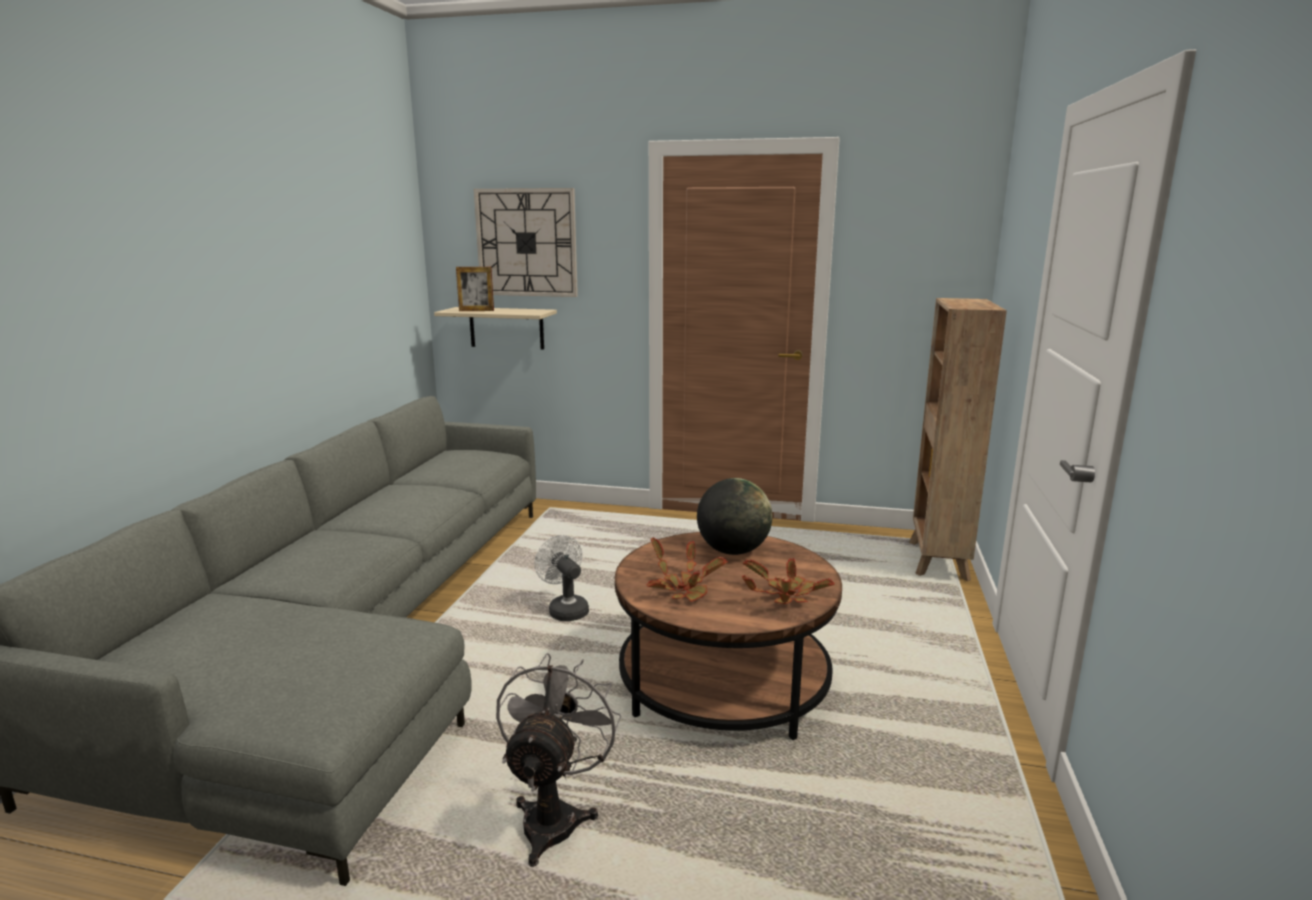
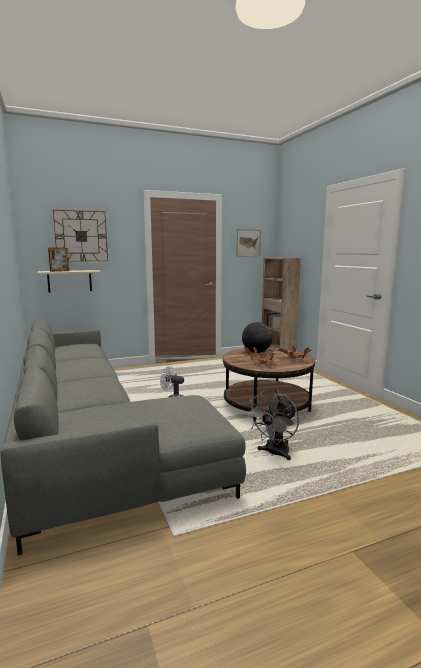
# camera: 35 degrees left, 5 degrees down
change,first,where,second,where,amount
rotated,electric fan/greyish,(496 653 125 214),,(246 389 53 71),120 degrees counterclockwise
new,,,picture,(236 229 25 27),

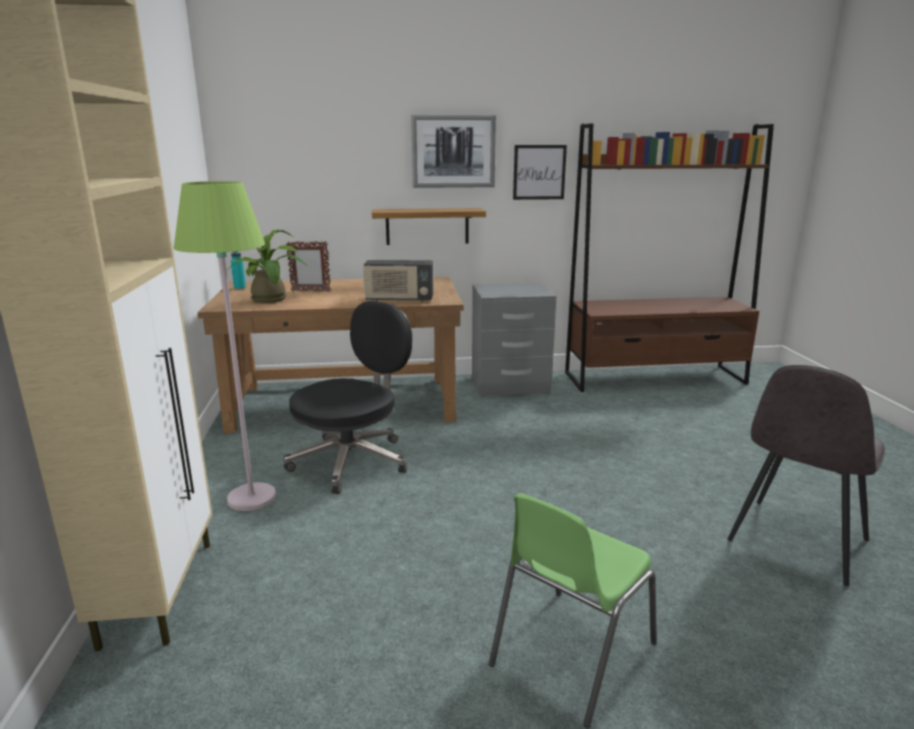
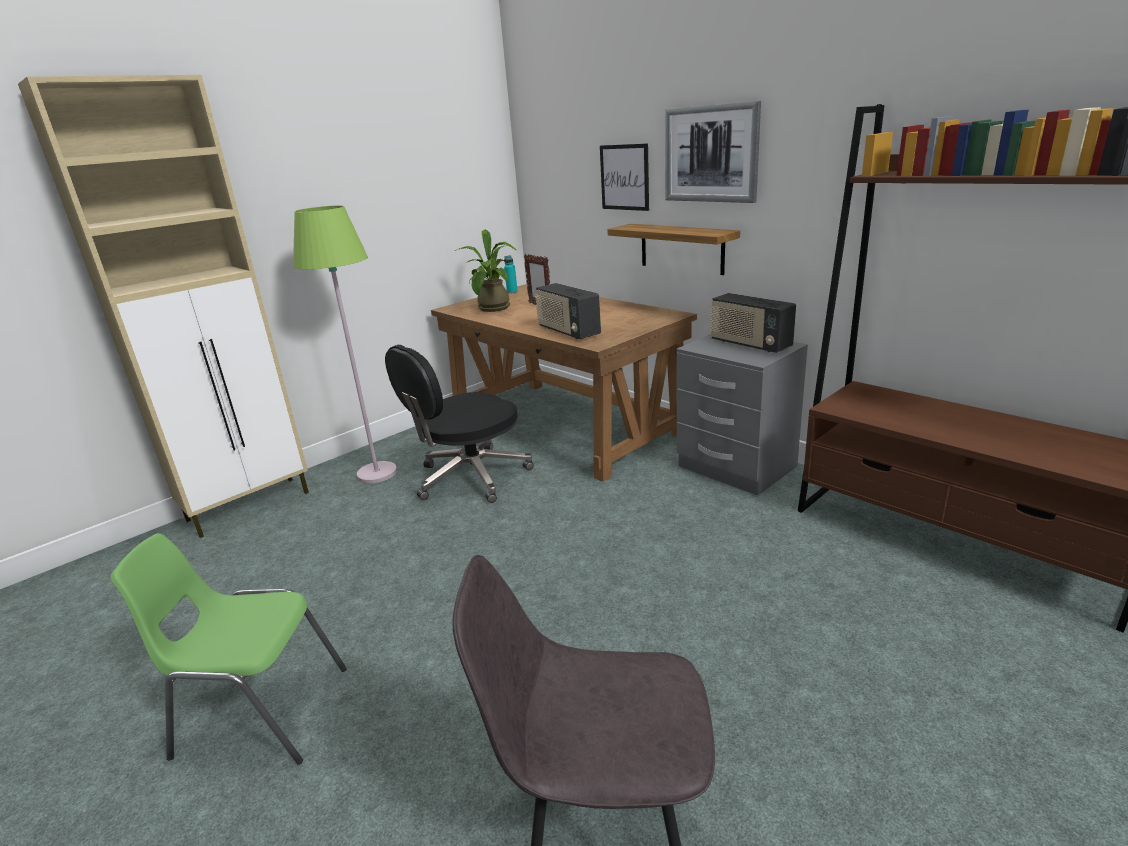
# camera: 55 degrees right, 5 degrees up
change,first,where,second,where,amount
shifted,picture,(513 145 54 55),,(600 144 49 67),
rotated,computer chair/black-coloured,(284 301 128 193),,(385 345 149 158),135 degrees clockwise
new,,,radio,(710 293 86 60),

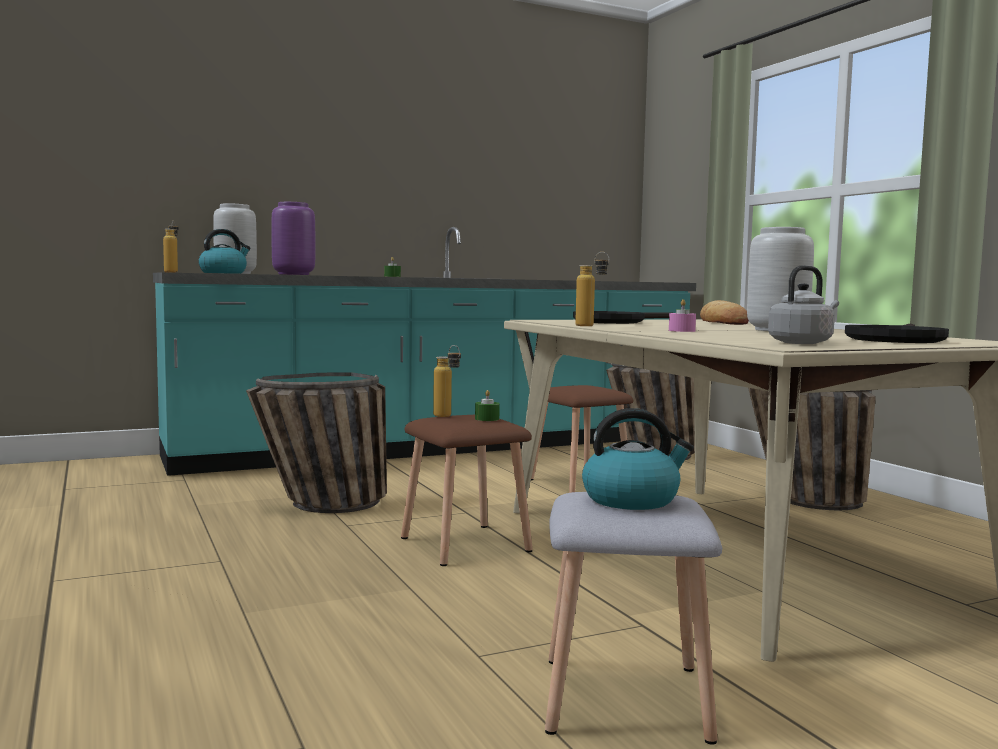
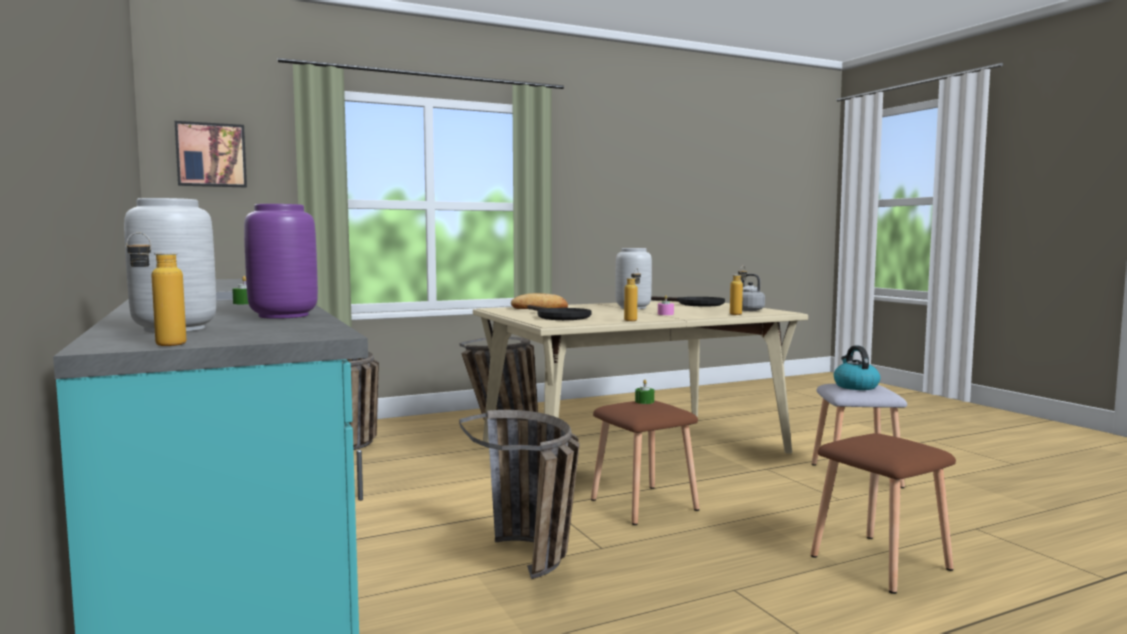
# camera: 90 degrees left, 0 degrees up
change,first,where,second,where,amount
gone,water kettle,(198 229 53 45),,,
shifted,beverage bottle,(433 345 28 72),,(730 266 17 49),
shifted,stool/brownish,(531 385 102 108),,(811 433 145 161),
new,,,picture,(175 121 72 67),

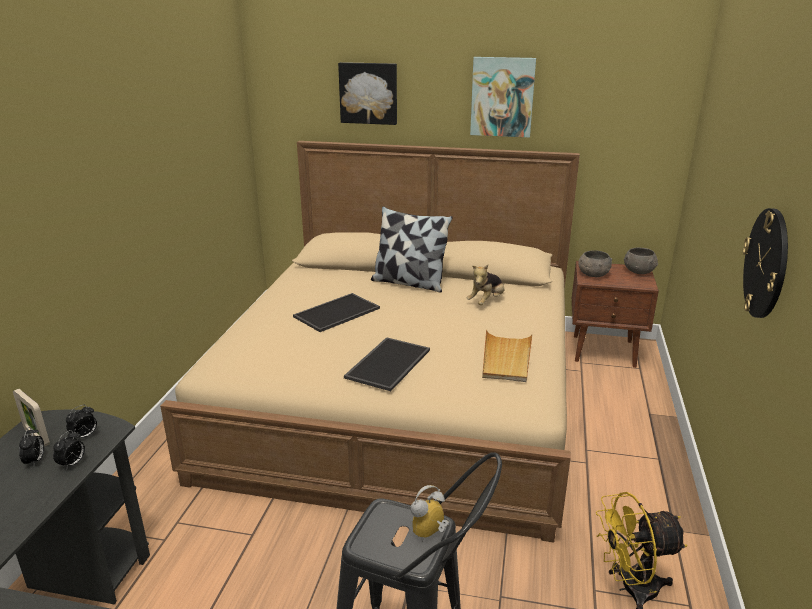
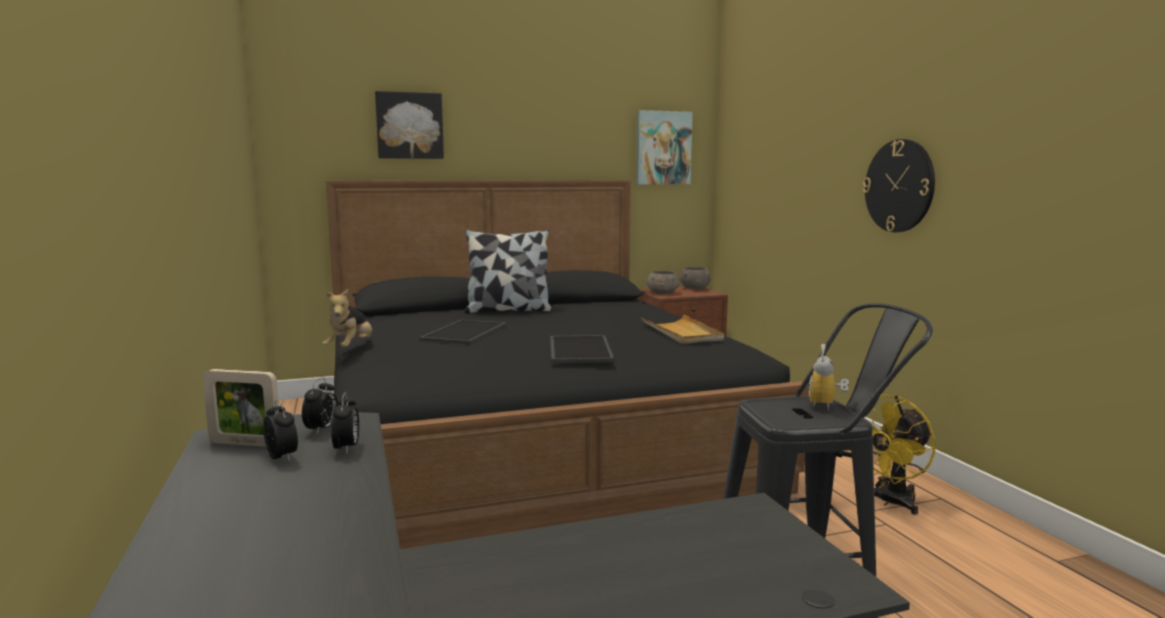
# camera: 30 degrees left, 15 degrees down
change,first,where,second,where,amount
shifted,picture,(470 57 66 81),,(637 110 56 74),
repainted,bedroom bed/beige-coloured,(160 141 420 401),bedroom bed/black-coloured,(326 180 483 369),
shifted,cuddly toy,(466 265 39 40),,(322 289 50 58),

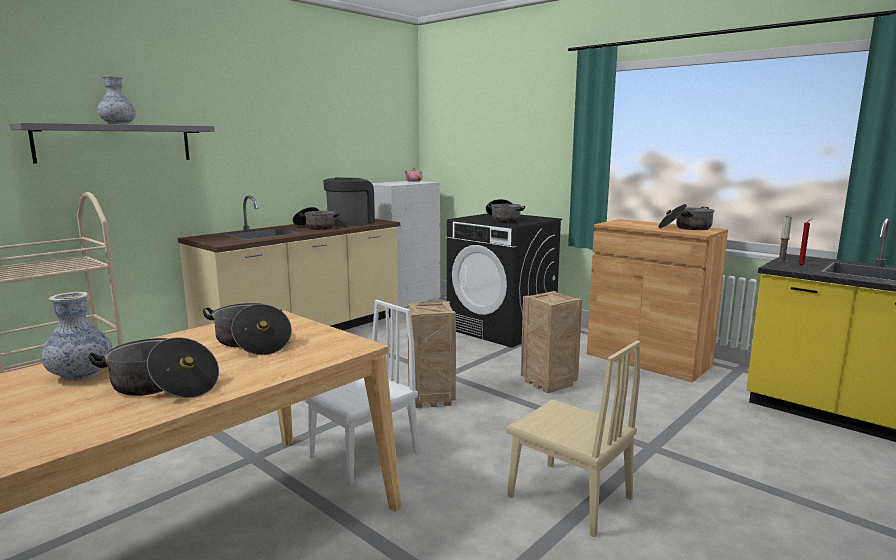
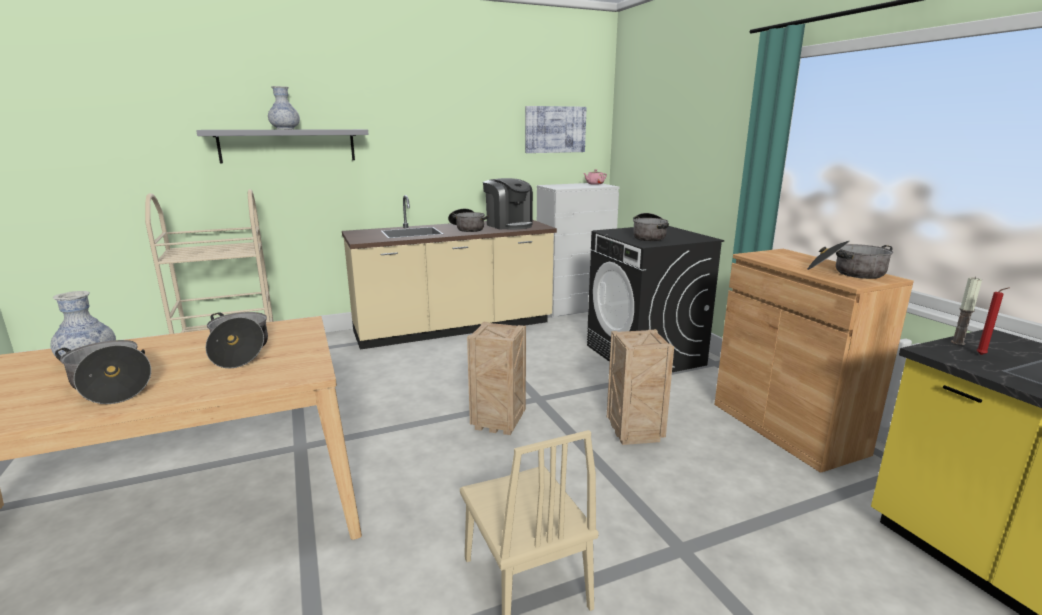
# camera: 25 degrees right, 5 degrees up
change,first,where,second,where,amount
rotated,coffee machine,(323 177 52 49),,(483 178 50 52),90 degrees clockwise
gone,upright chair/white,(303 300 116 186),,,
new,,,picture,(525 106 61 47),

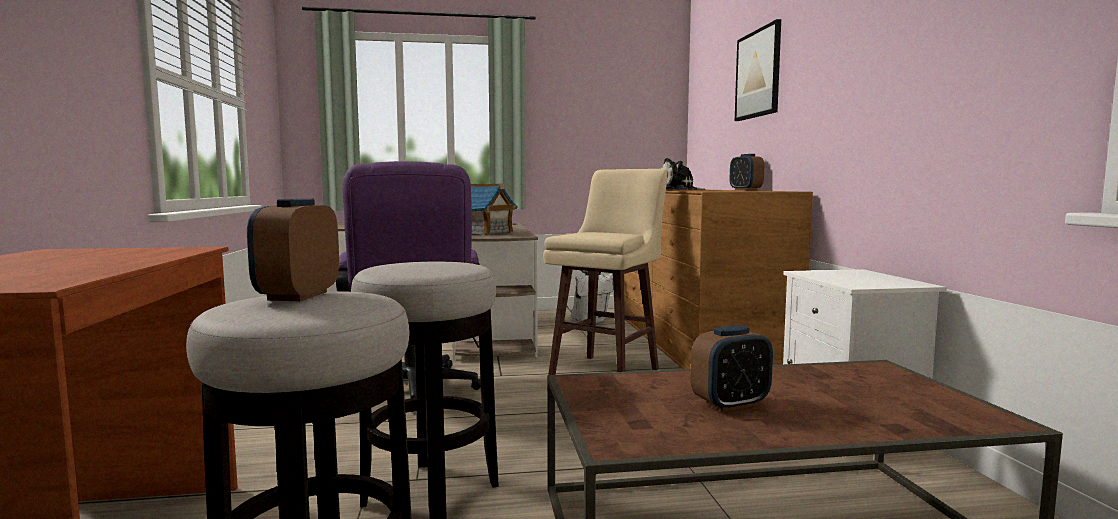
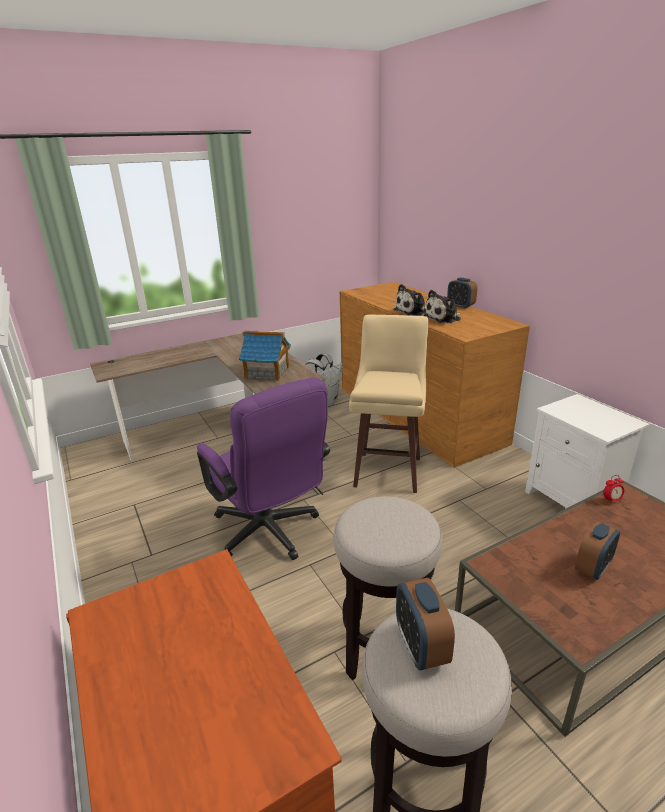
# camera: 20 degrees left, 20 degrees up
change,first,where,second,where,amount
gone,picture,(735 19 46 102),,,
new,,,cuddly toy,(423 290 38 33),
new,,,alarm clock,(604 475 20 28),

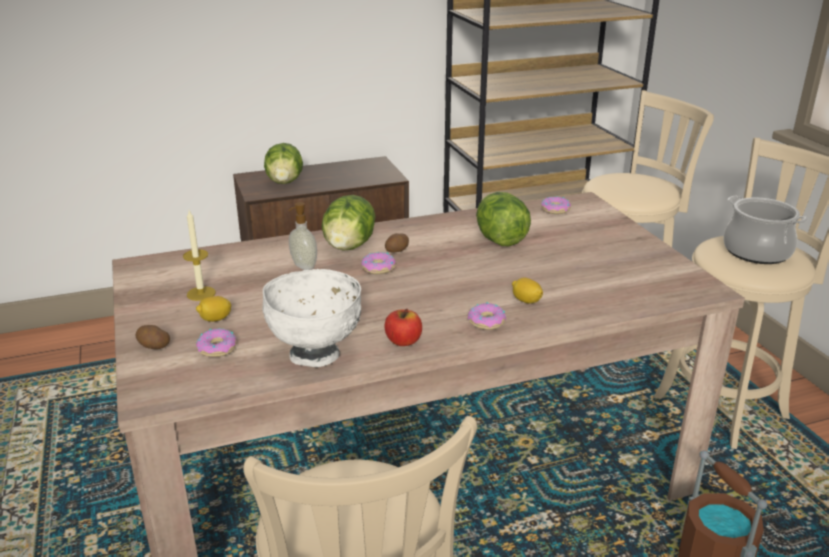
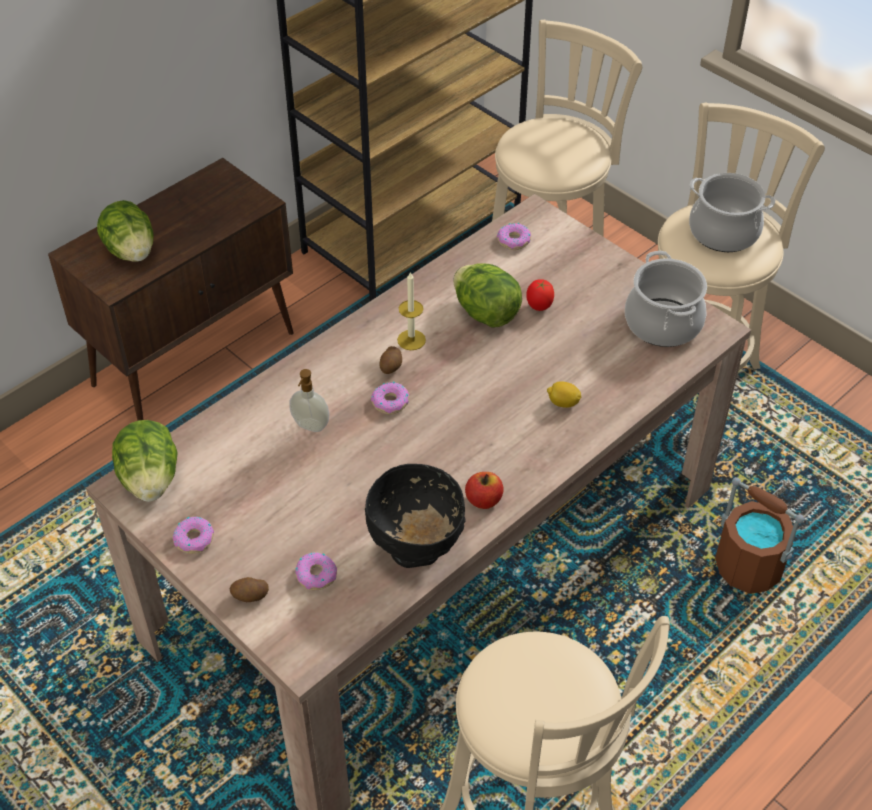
# camera: 25 degrees left, 20 degrees up
change,first,where,second,where,amount
shifted,lettuce,(322 195 54 56),,(112 420 66 82),
shifted,wax light,(183 210 33 91),,(397 272 29 78),
repainted,bowl/white,(262 269 99 98),bowl/black-coloured,(365 464 101 104),
gone,citrus fruit,(196 296 36 26),,,
shifted,doughnut,(468 302 38 28),,(173 517 41 37),
new,,,saucepot,(625 251 82 96),
new,,,tomato,(526 279 28 32),

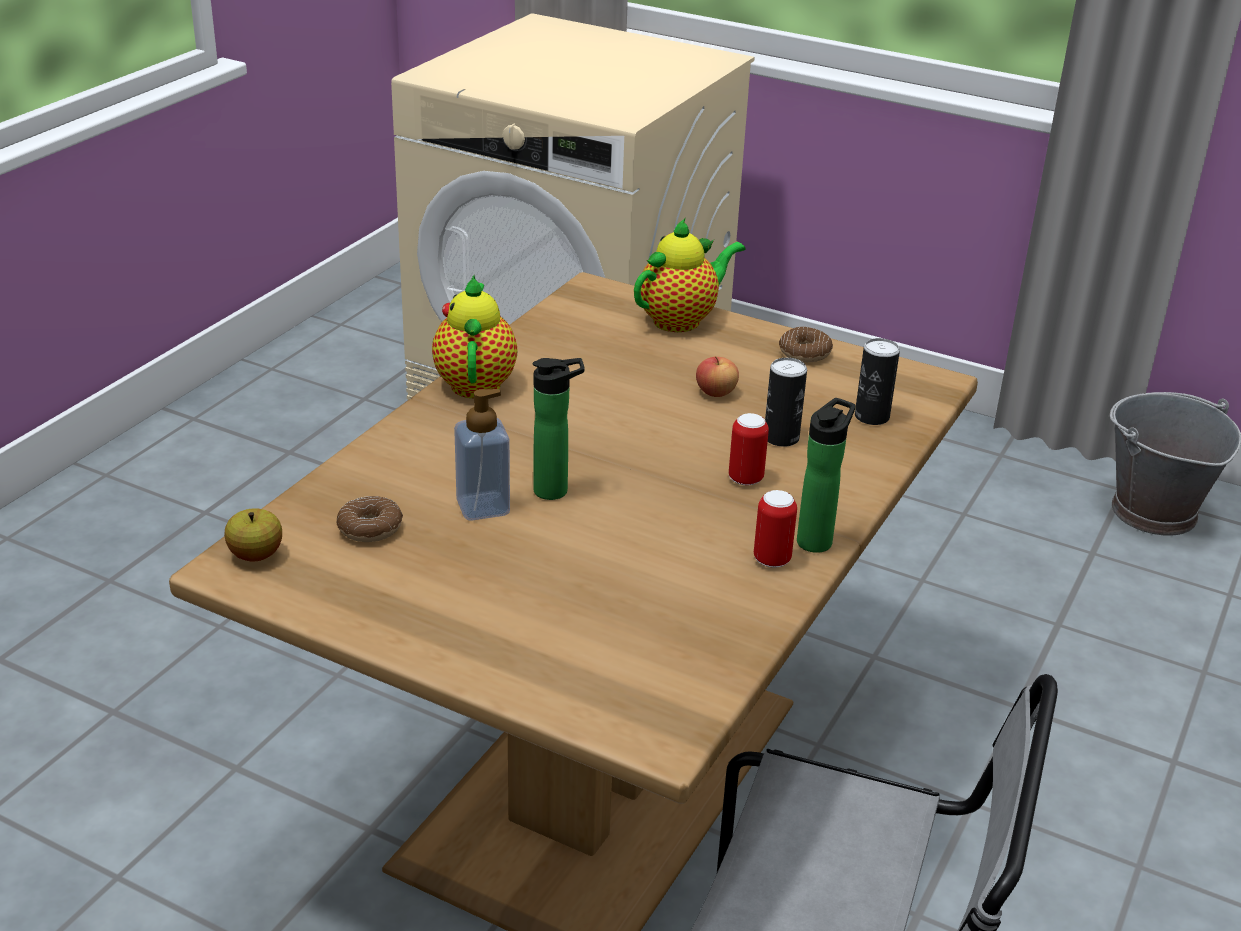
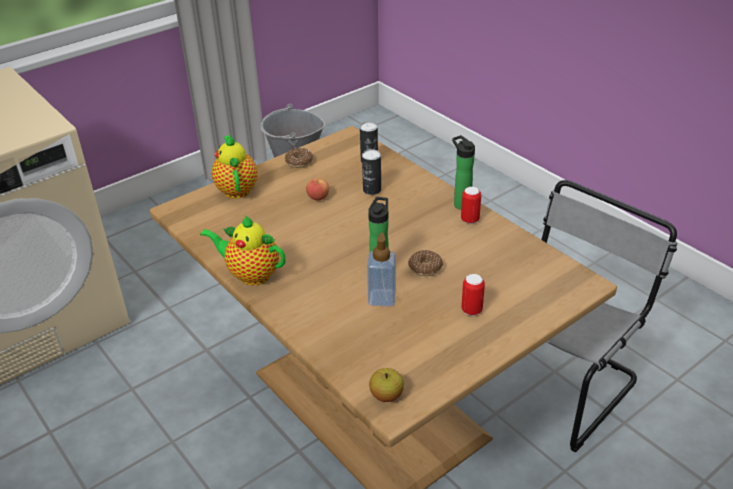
# camera: 65 degrees left, 5 degrees up
change,first,where,second,where,amount
shifted,metal can,(729 413 40 72),,(461 274 24 42),
shifted,doughnut,(337 496 66 46),,(408 250 35 26),

